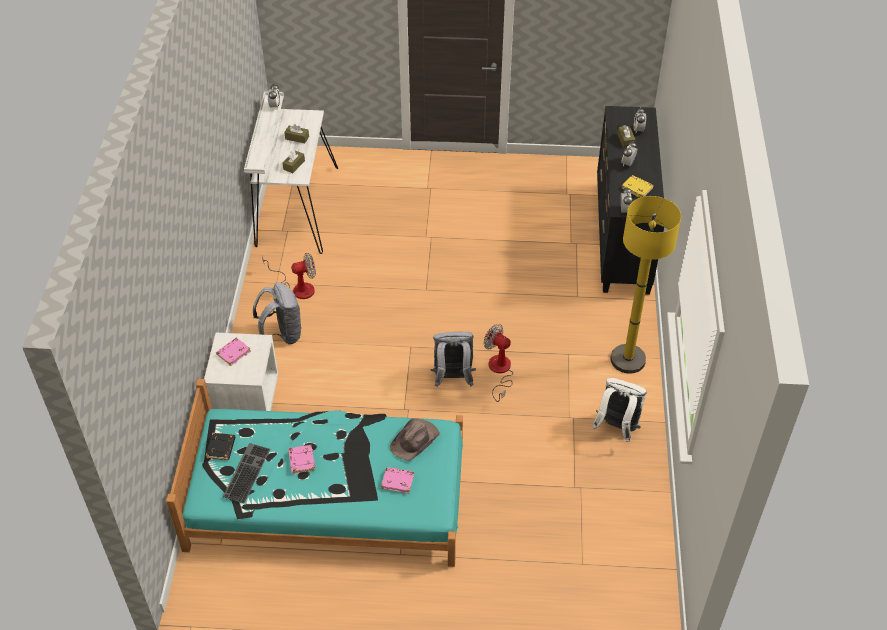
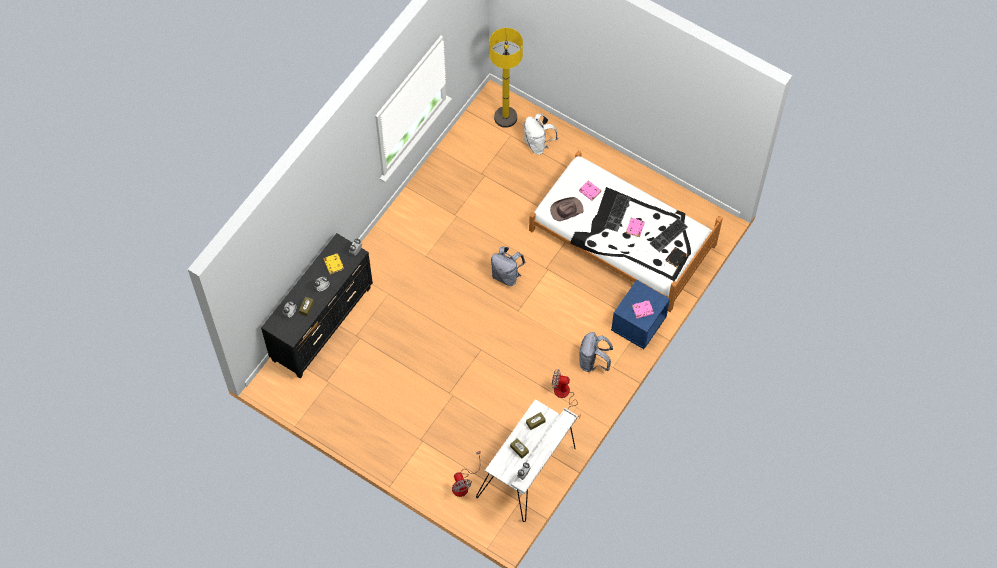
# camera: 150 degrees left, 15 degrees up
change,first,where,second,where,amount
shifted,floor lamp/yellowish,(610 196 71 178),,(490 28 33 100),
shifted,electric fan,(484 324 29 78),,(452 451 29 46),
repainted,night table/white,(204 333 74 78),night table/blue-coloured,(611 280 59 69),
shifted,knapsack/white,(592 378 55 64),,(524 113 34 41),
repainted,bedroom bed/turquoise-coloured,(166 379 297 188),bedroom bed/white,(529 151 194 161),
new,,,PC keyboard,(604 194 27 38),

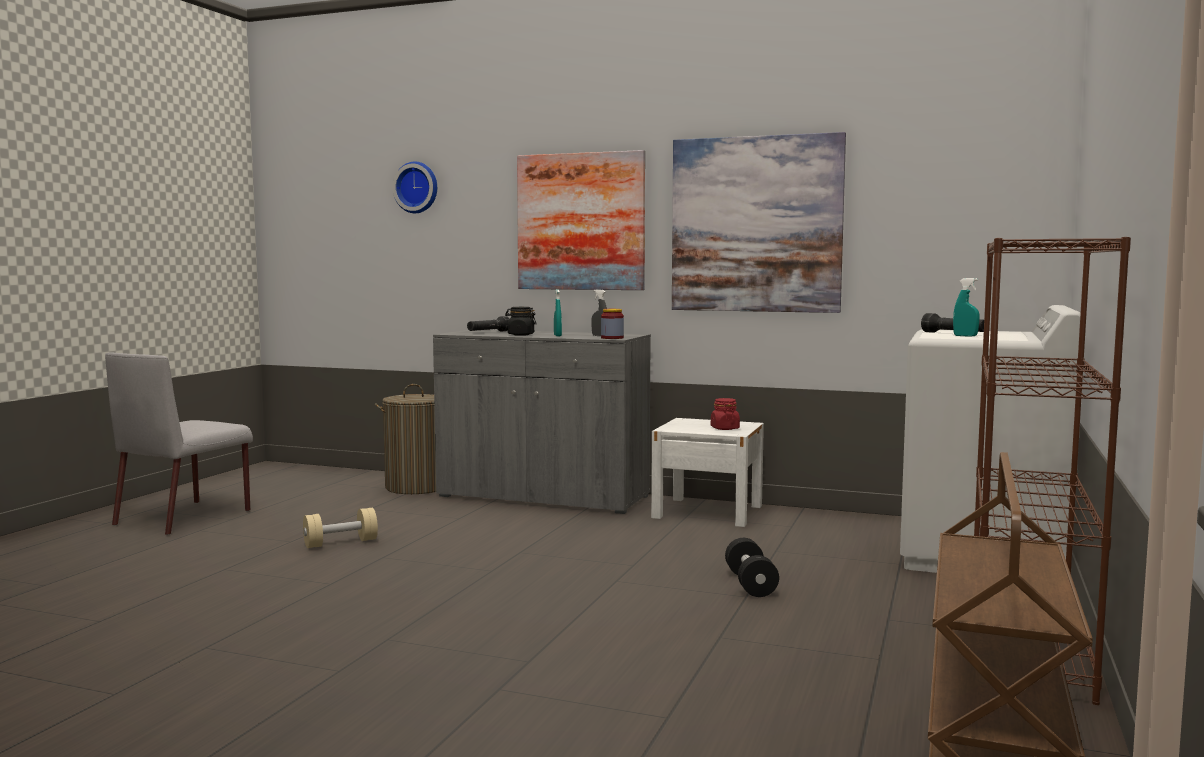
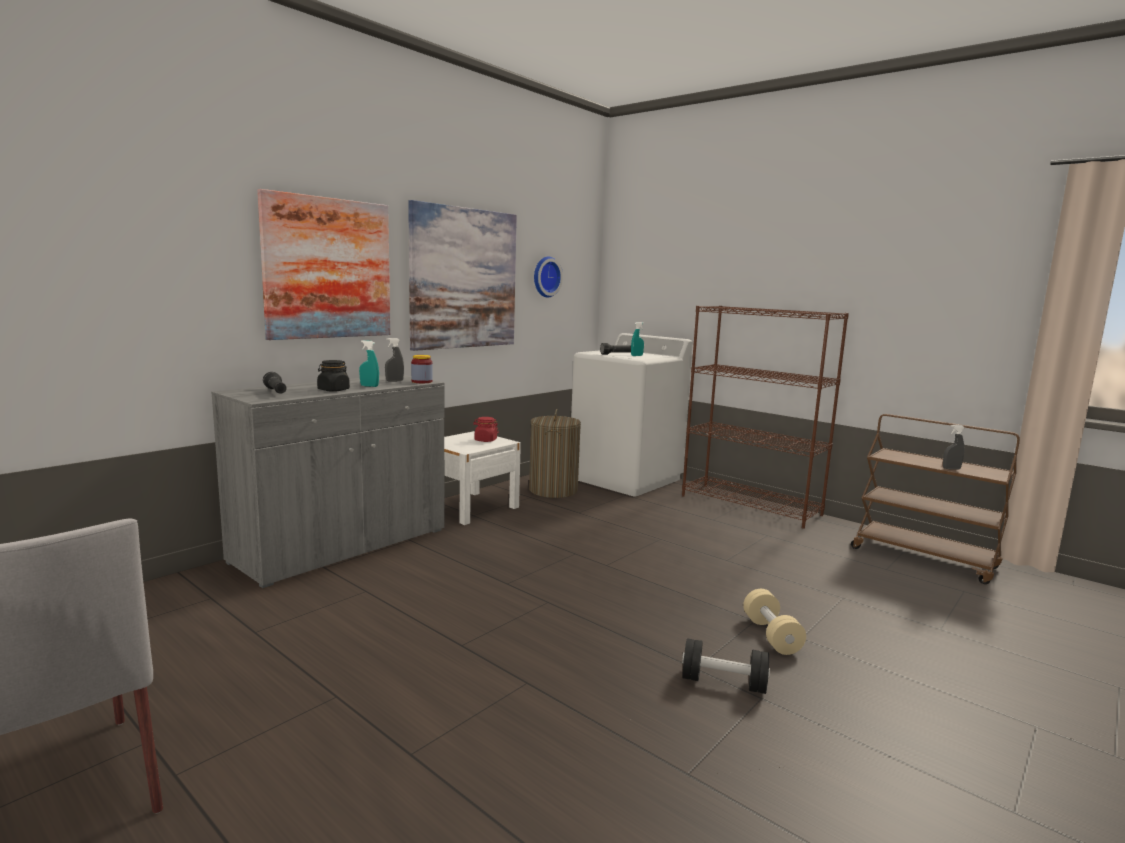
# camera: 70 degrees left, 5 degrees up
change,first,where,second,where,amount
shifted,clock on the wall,(392 161 45 52),,(534 256 29 42),
shifted,washing basket,(375 384 61 110),,(529 409 52 89),
shifted,dumbbell/beige-coloured,(303 508 75 40),,(743 589 63 66),
shifted,dumbbell/black-coloured,(725 538 54 59),,(682 638 88 56),
new,,,sprayer/greyish,(943 425 22 44),

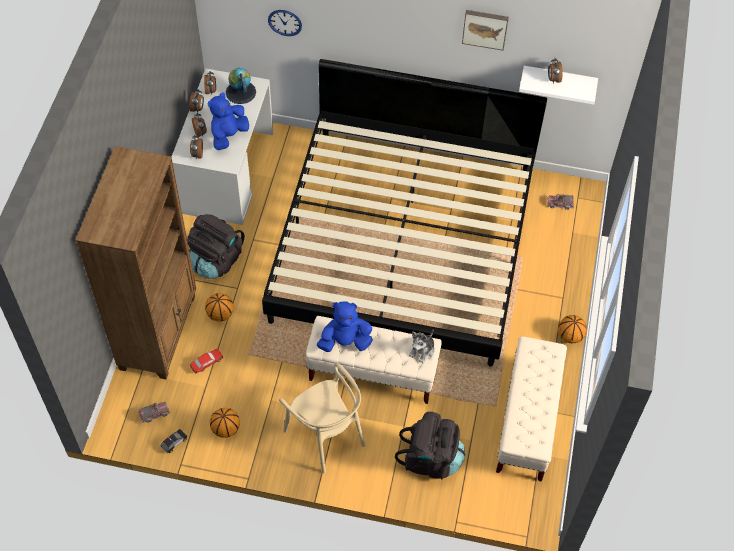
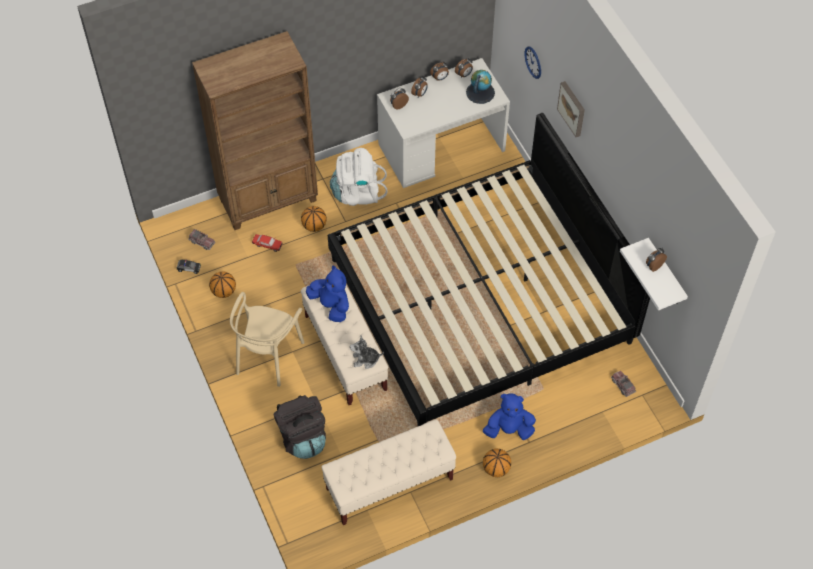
# camera: 55 degrees right, 0 degrees up
change,first,where,second,where,amount
shifted,picture,(462 10 47 41),,(557 81 28 56),
shifted,cuddly toy/blue-coloured,(208 92 41 58),,(483 394 53 46),
repainted,knapsack/black-coloured,(187 214 58 65),knapsack/white,(330 148 58 58),

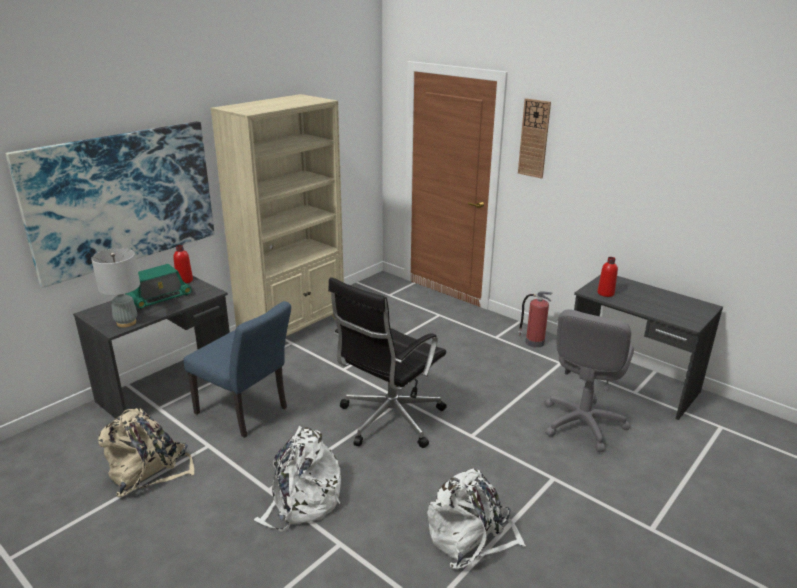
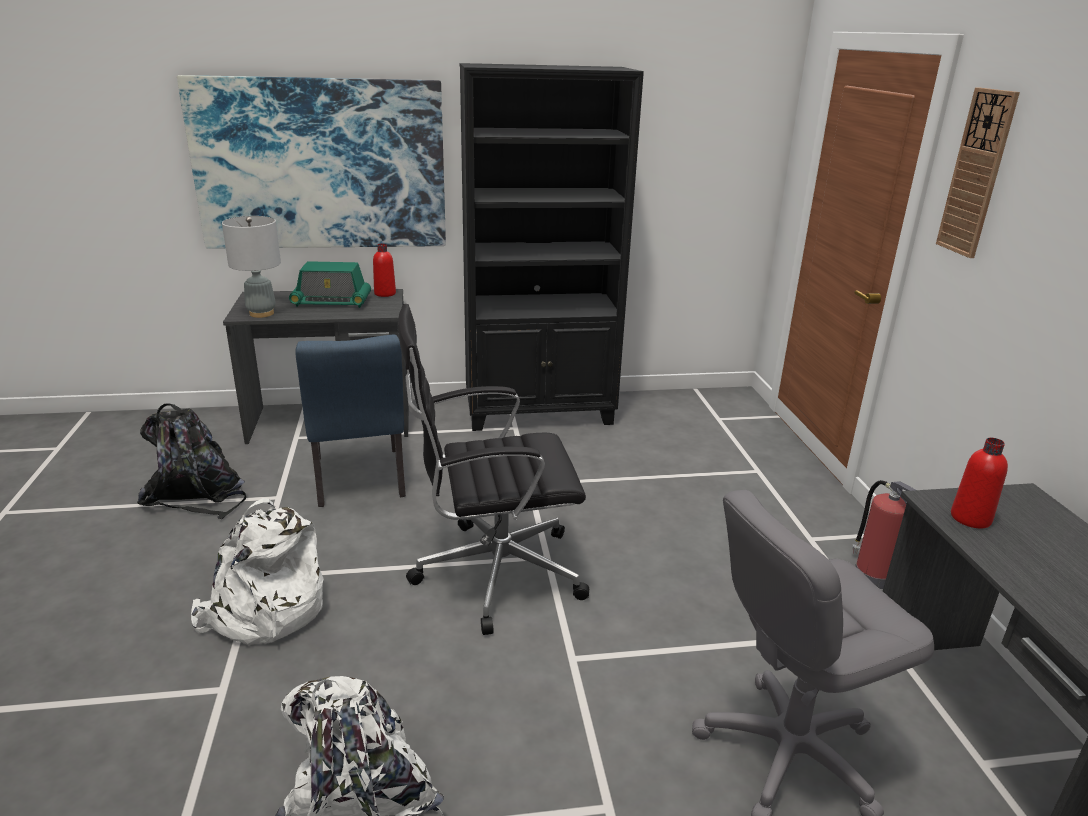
# camera: 40 degrees right, 0 degrees up
change,first,where,second,where,amount
repainted,shelving unit/beige-coloured,(210 94 134 242),shelving unit/black-coloured,(460 63 184 368),
repainted,knapsack/beige-coloured,(98 408 96 89),knapsack/black-coloured,(137 403 109 116),

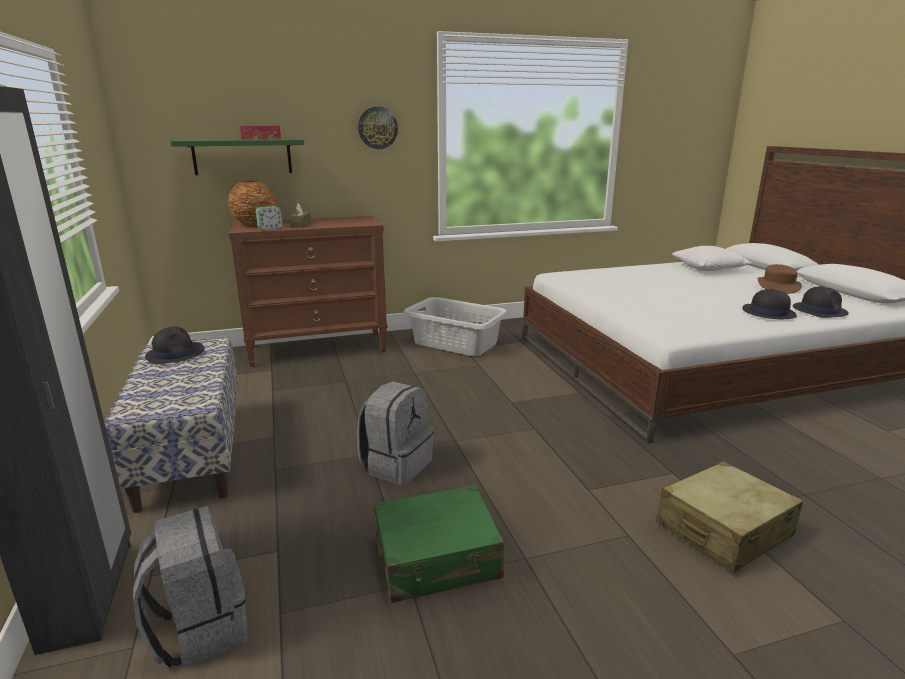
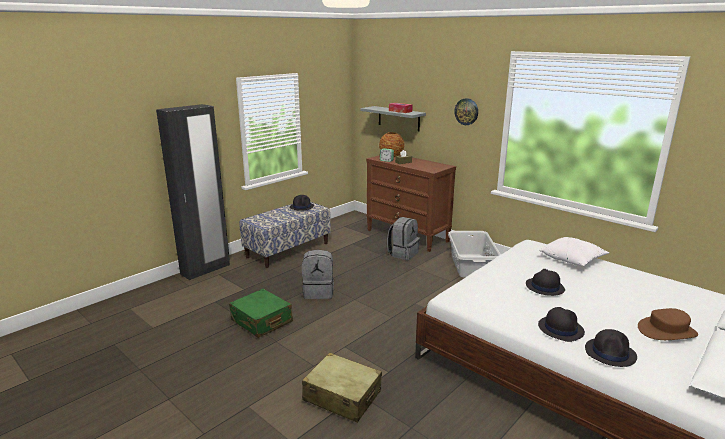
# camera: 60 degrees right, 0 degrees up
change,first,where,second,where,amount
repainted,shelf/green-coloured,(170 139 134 36),shelf/greyish,(360 106 66 25),
shifted,pillow/white,(672 246 81 25),,(539 237 70 29),
shifted,knapsack/greyish,(133 506 115 163),,(387 217 33 43),
new,,,clothing hat/black-coloured,(526 269 39 27),

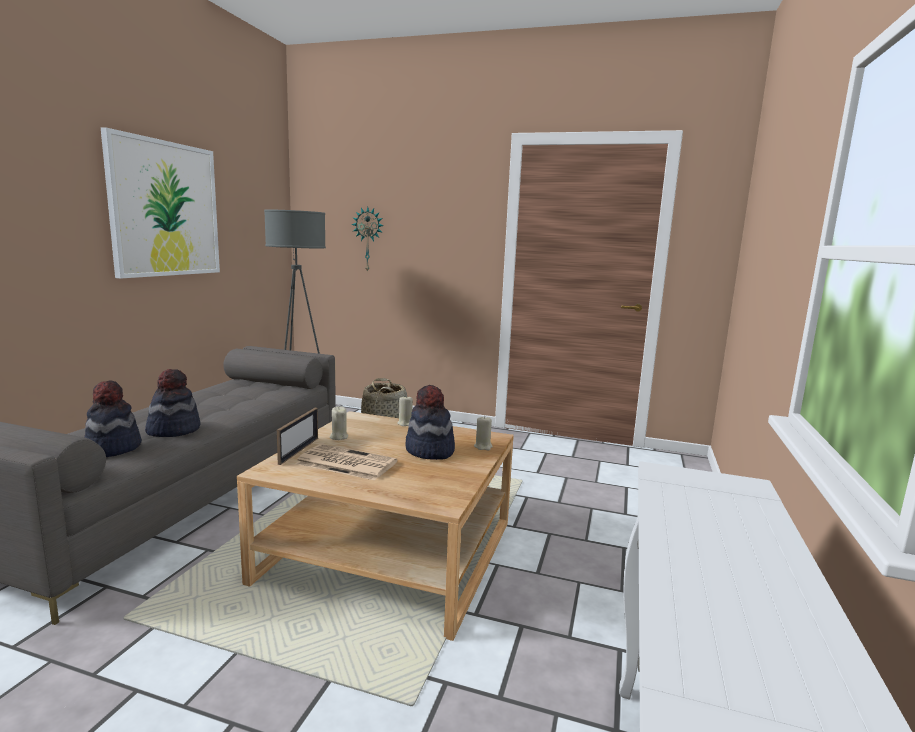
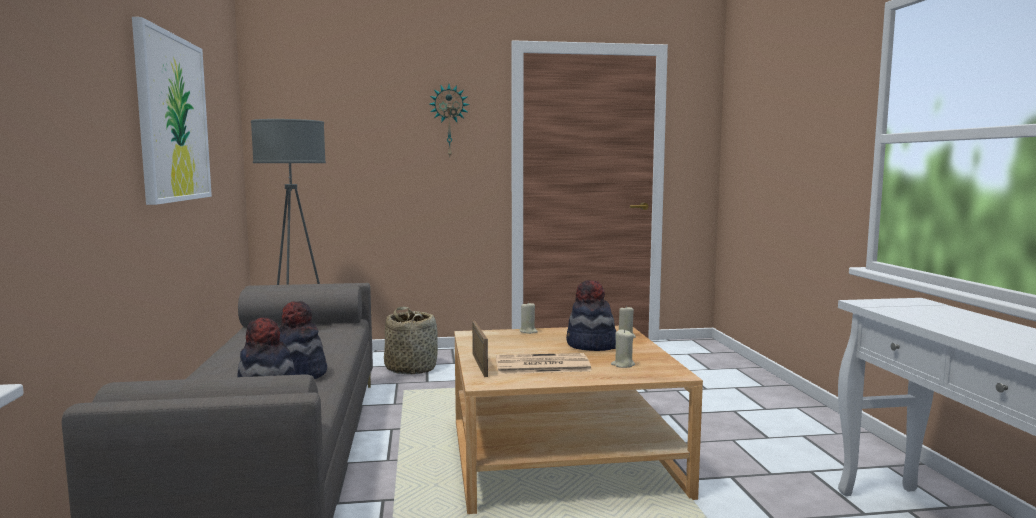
# camera: 25 degrees left, 5 degrees down
change,first,where,second,where,amount
shifted,clock on the wall,(351 207 33 66),,(430 84 39 73),
shifted,wax light/beige-coloured,(330 406 18 34),,(611 329 24 39),

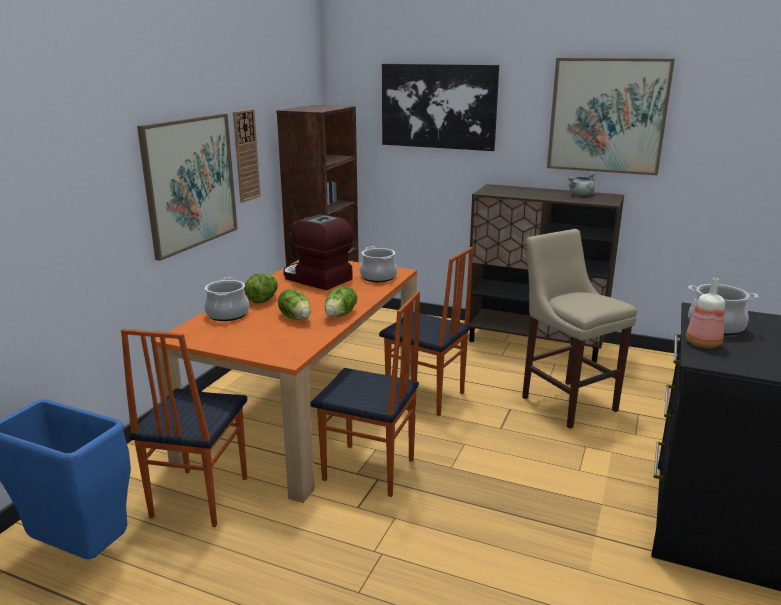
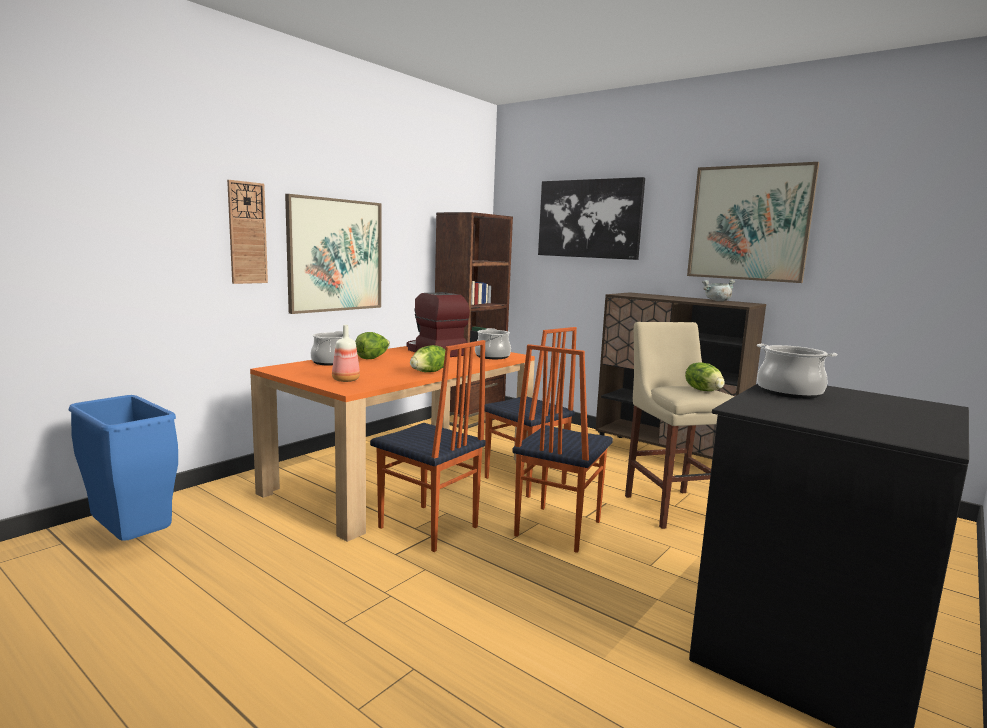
# camera: 15 degrees right, 10 degrees down
change,first,where,second,where,amount
shifted,clock on the wall,(233 109 28 94),,(227 180 41 104),
shifted,beverage bottle,(686 278 39 70),,(332 325 28 57),
shifted,lettuce,(278 289 33 31),,(685 362 39 29),
shifted,upright chair,(121 329 126 198),,(512 344 101 209),

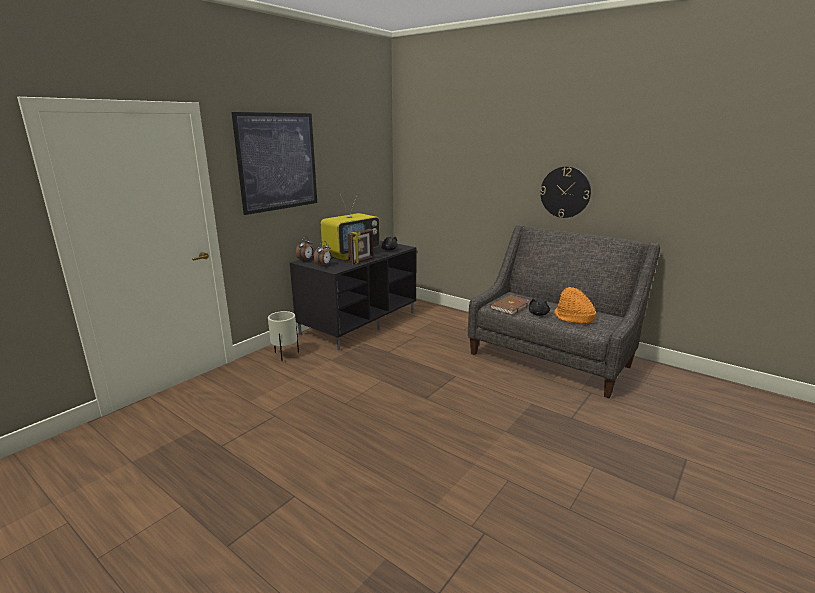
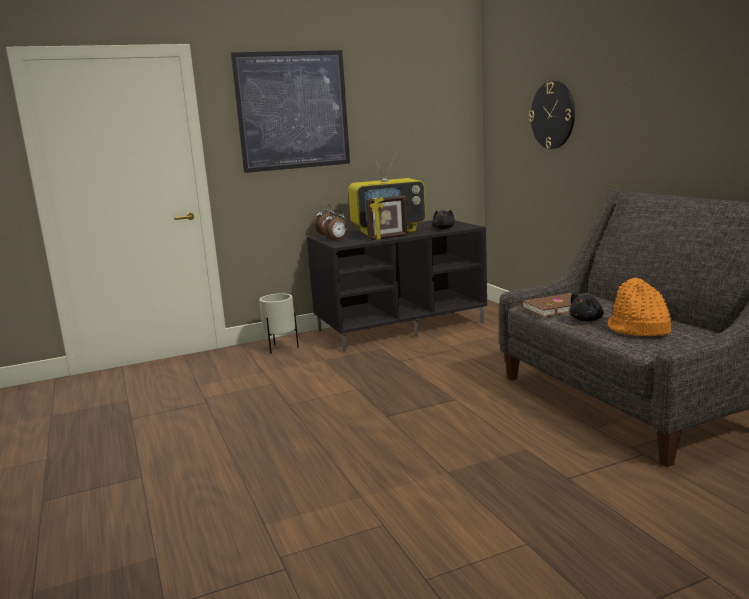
# camera: 30 degrees right, 5 degrees down
change,first,where,second,where,amount
shifted,clock on the wall,(540 166 51 52),,(529 81 46 68),

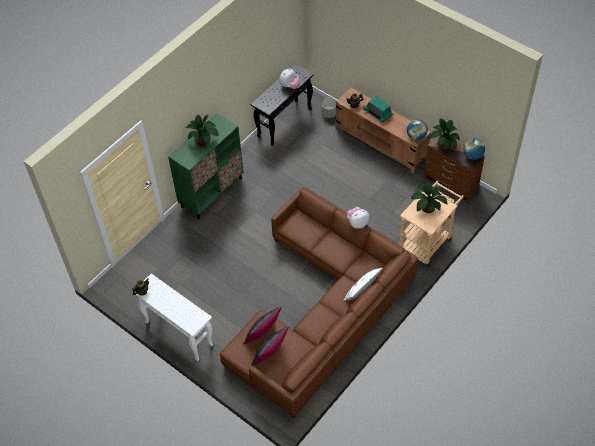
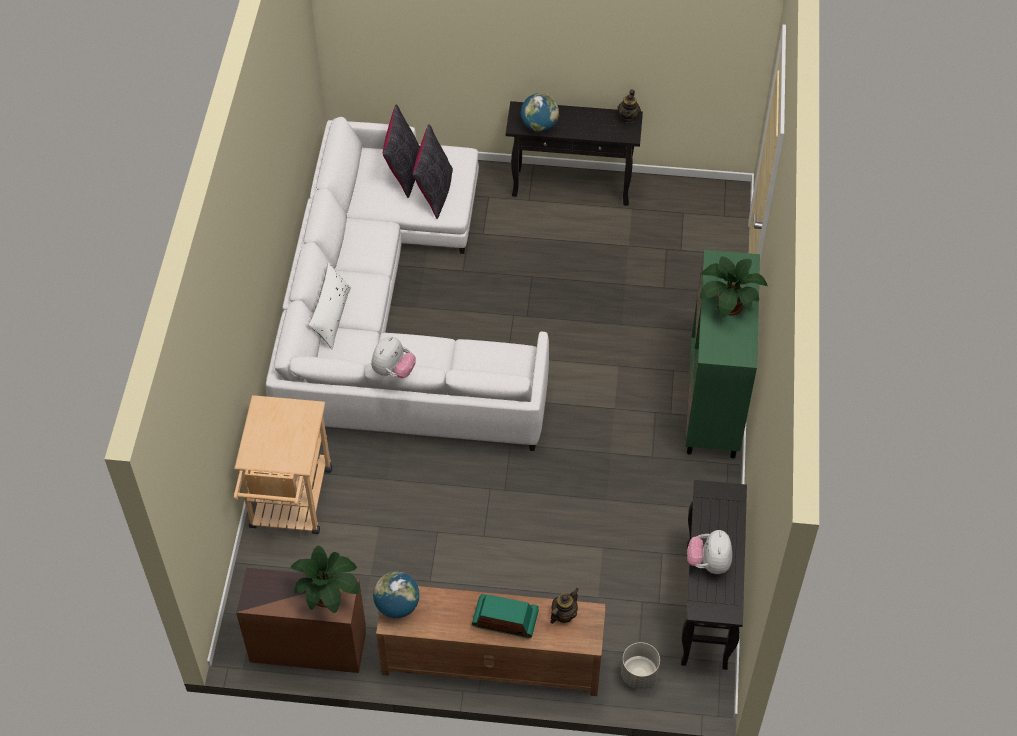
# camera: 145 degrees right, 0 degrees up
change,first,where,second,where,amount
shifted,globe,(464 138 21 22),,(521 93 38 39),
gone,potted plant,(411 182 37 31),,,
repainted,sofa/brownish,(220 187 198 231),sofa/white,(265 117 284 334),
repainted,narrow table/white,(132 273 82 88),narrow table/black-coloured,(506 101 137 105),

